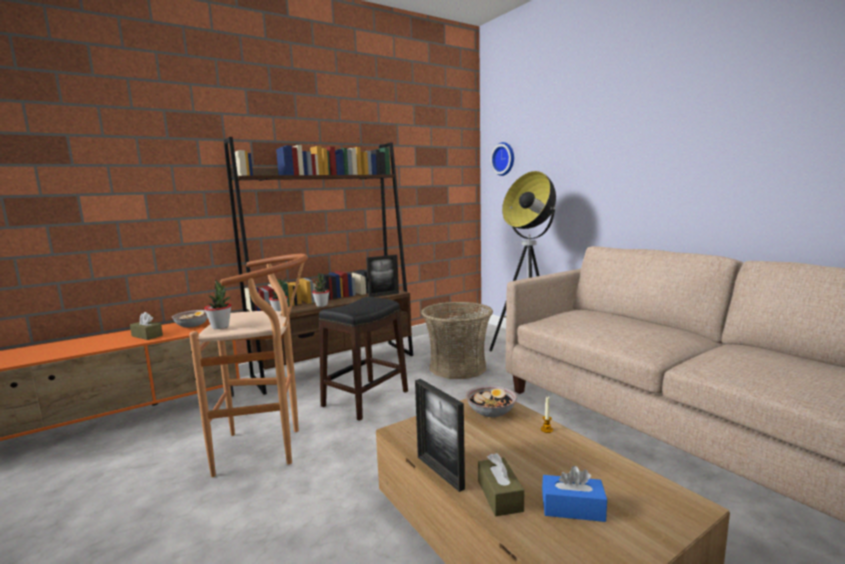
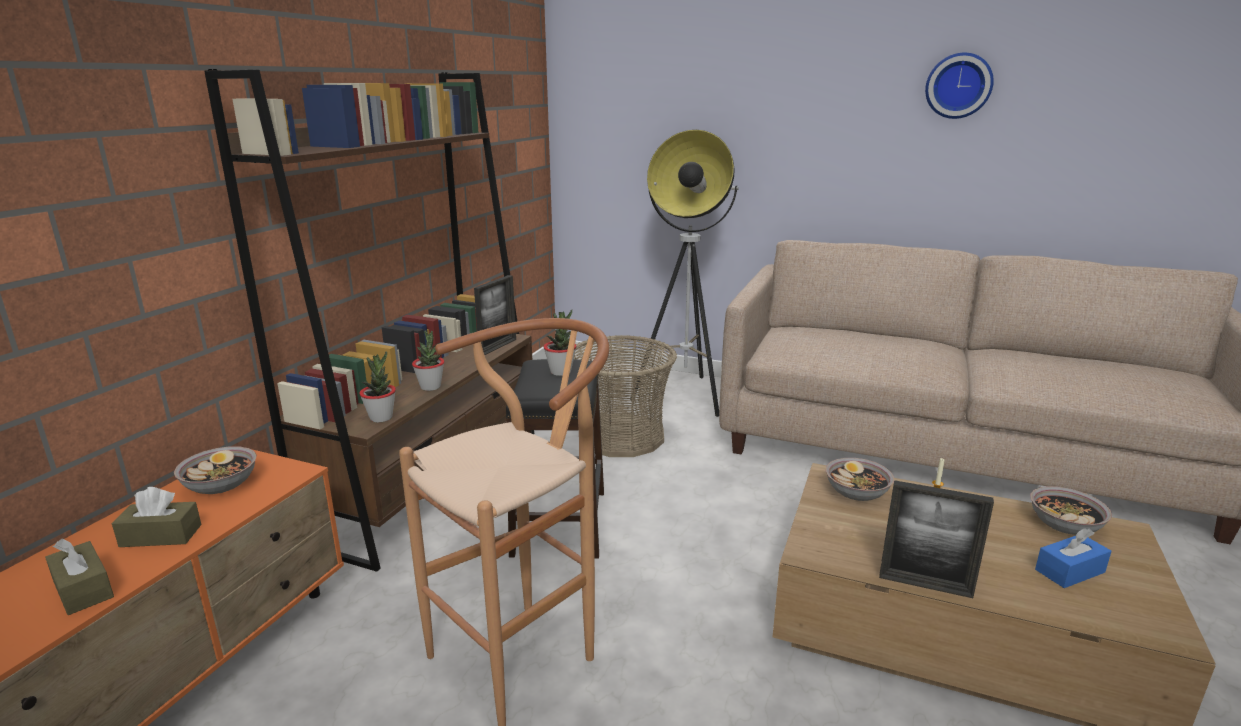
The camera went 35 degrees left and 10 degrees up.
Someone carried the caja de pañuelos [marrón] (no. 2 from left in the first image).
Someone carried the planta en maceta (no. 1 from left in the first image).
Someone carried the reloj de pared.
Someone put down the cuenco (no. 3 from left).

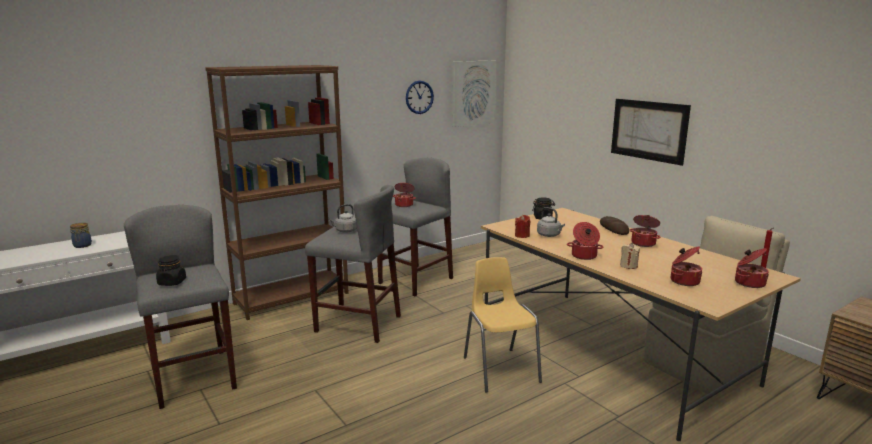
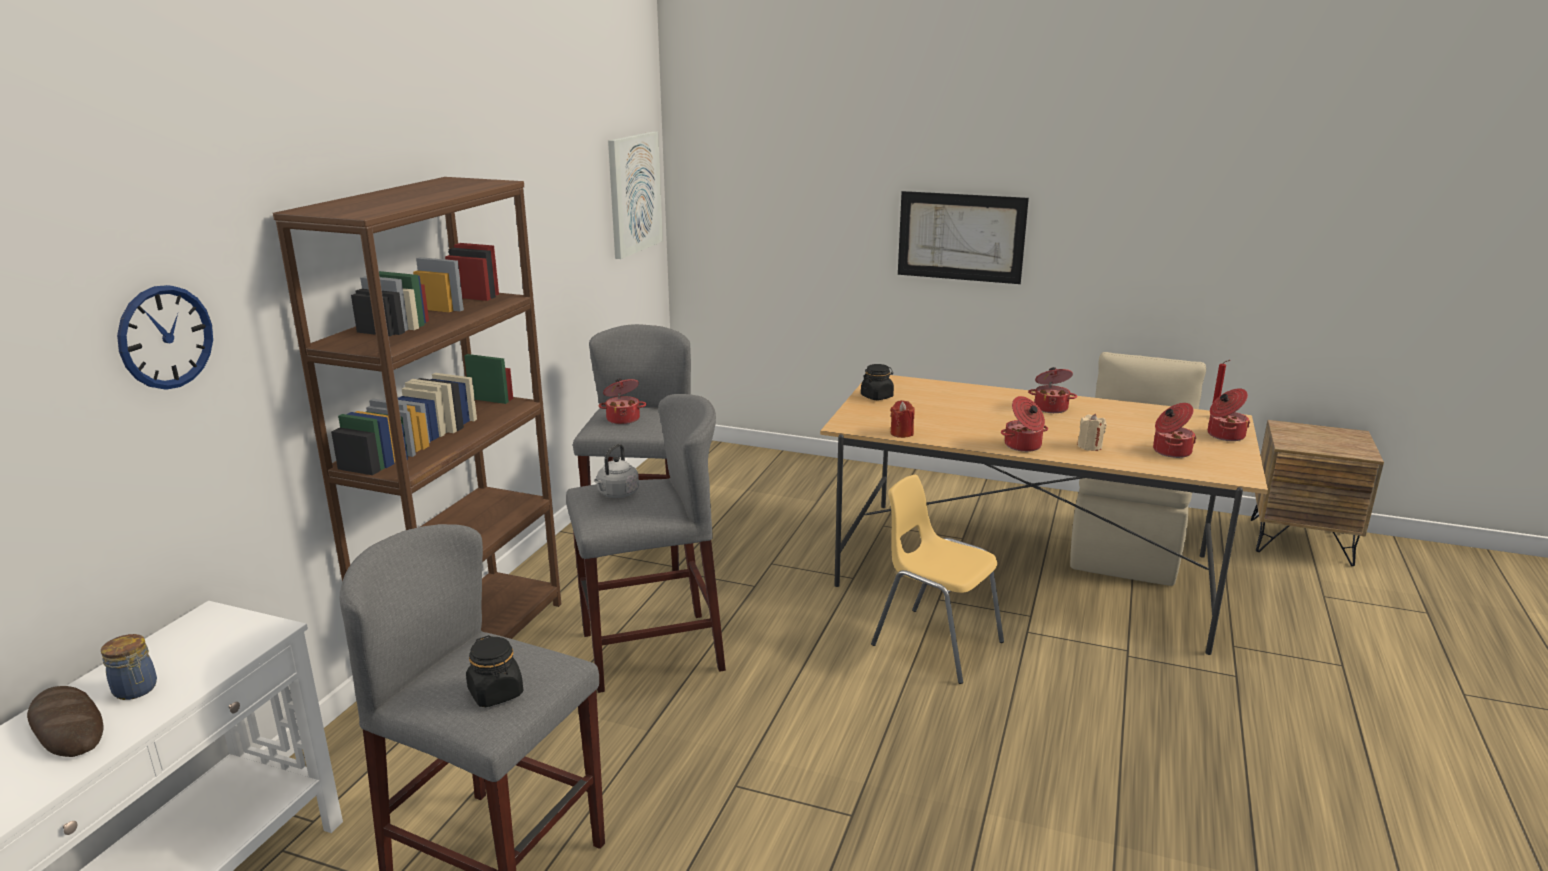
The camera went 35 degrees left and 5 degrees up.
Someone carried the pan.
Someone carried the reloj de pared.
Someone took away the hervidor [gris] (no. 2 from left).

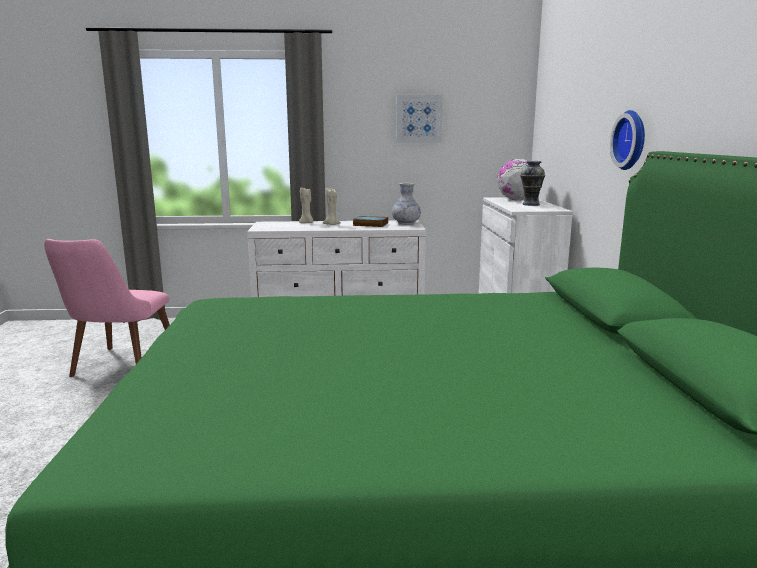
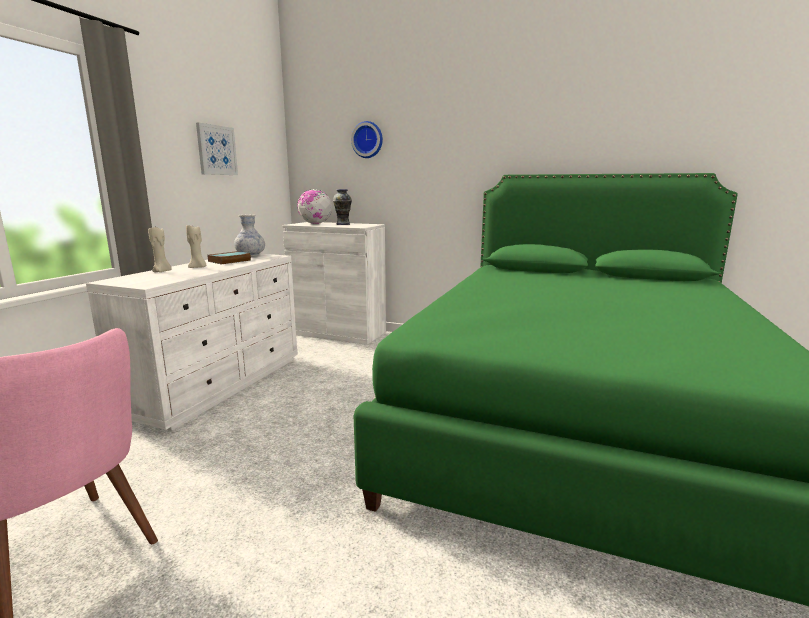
The camera went 65 degrees left and 0 degrees up.
Someone carried the reloj de pared.

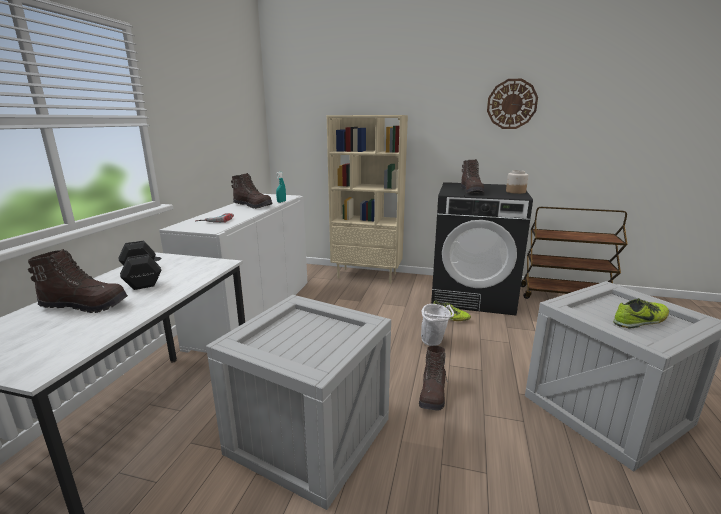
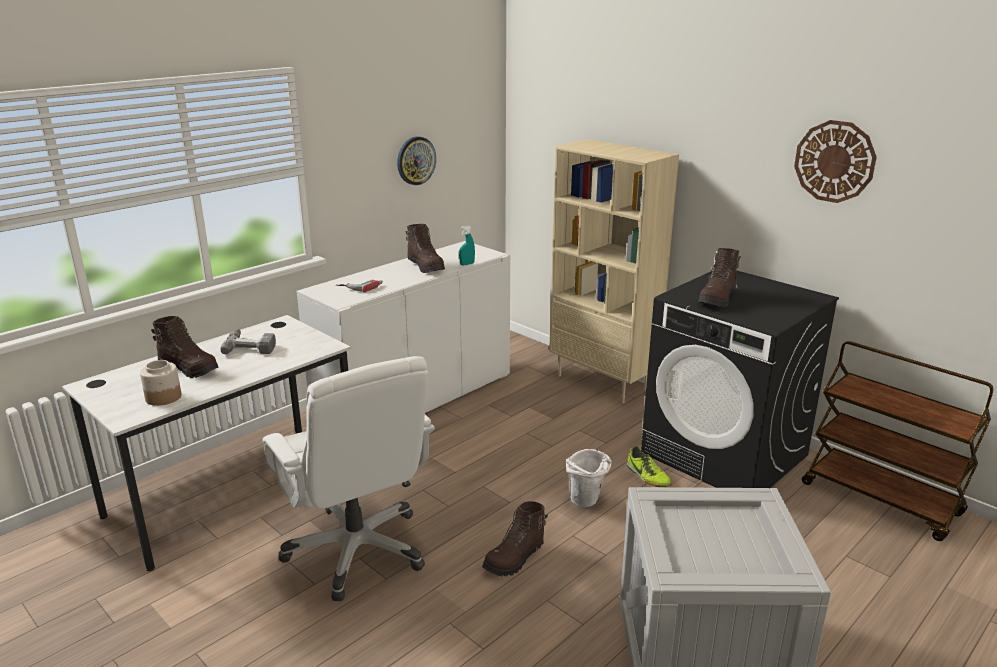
The camera went 30 degrees right and 5 degrees up.
Someone carried the tarro.
Someone swapped the mancuerna [negro] for the taladro (no. 1 from left).
Someone swapped the caja de embalaje (no. 1 from left) for the silla de oficina [blanco].
Someone put up the reloj de pared (no. 1 from left).
Someone took away the zapato (no. 2 from left).

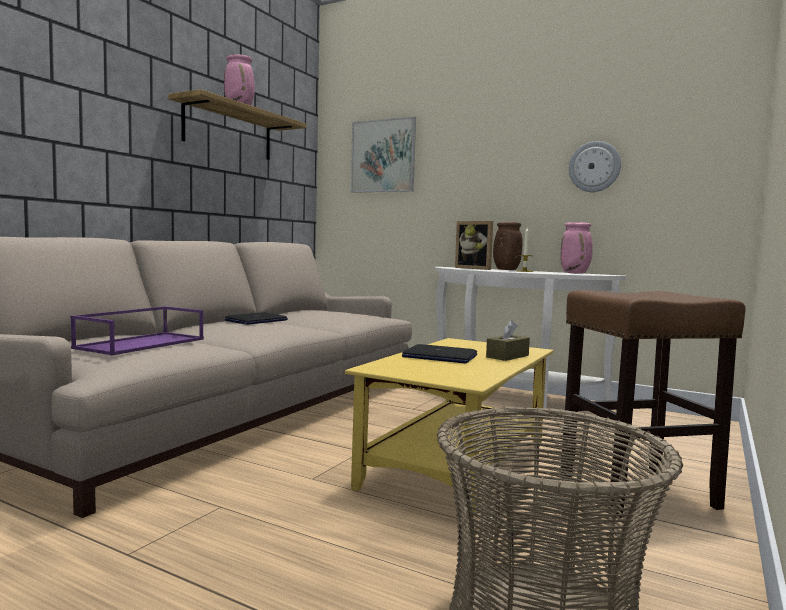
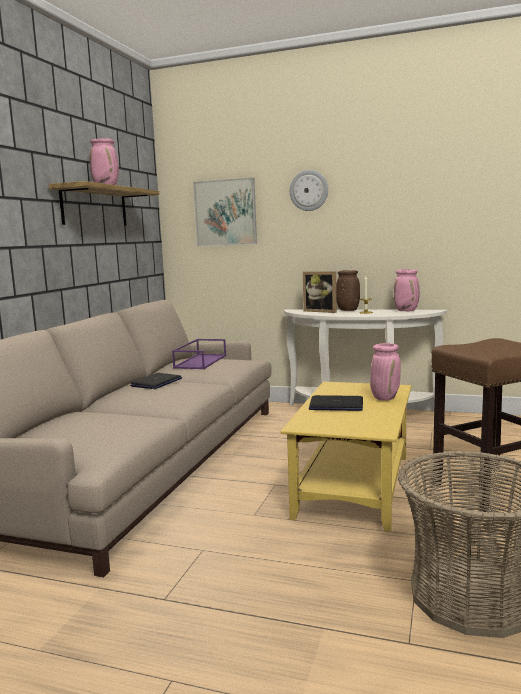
The camera went 10 degrees left and 5 degrees up.
Someone carried the bandeja [morado].
Someone carried the reloj de pared.
Someone swapped the caja de pañuelos [marrón] for the florero [rosa] (no. 2 from left).

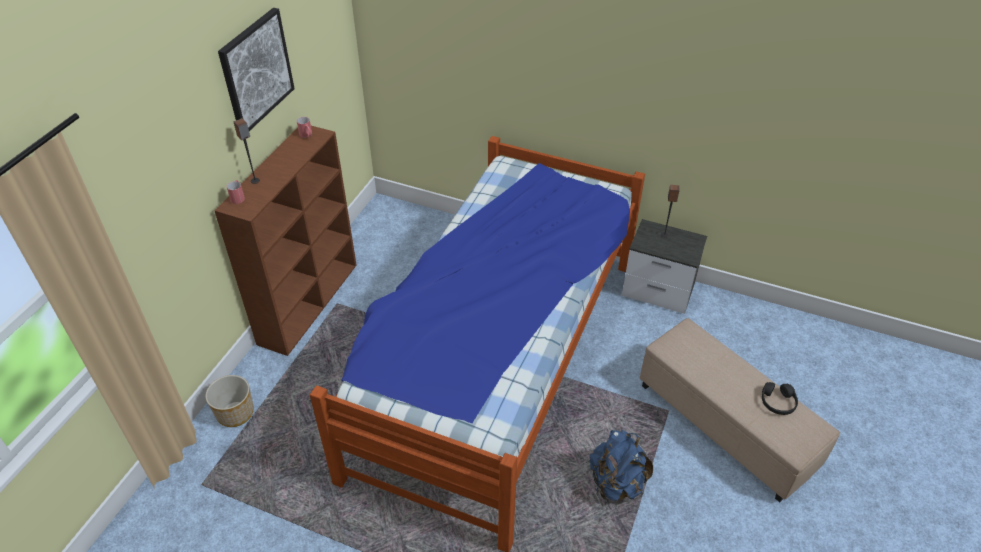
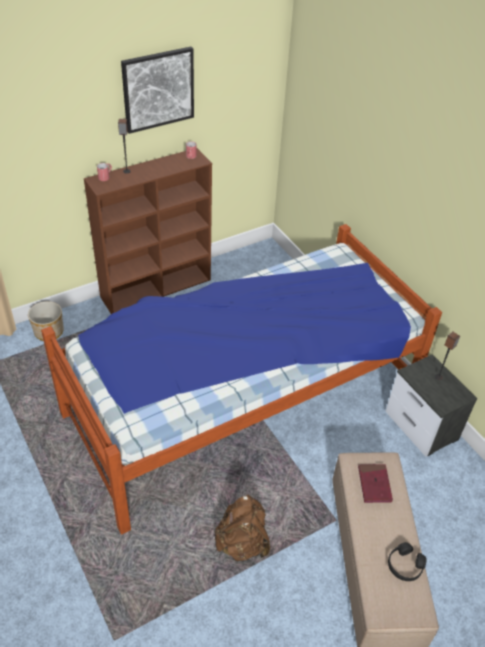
The camera went 35 degrees right and 0 degrees up.
Someone repainted the mochila [azul], which became the mochila [marrón].
Someone put down the libro [rojo].

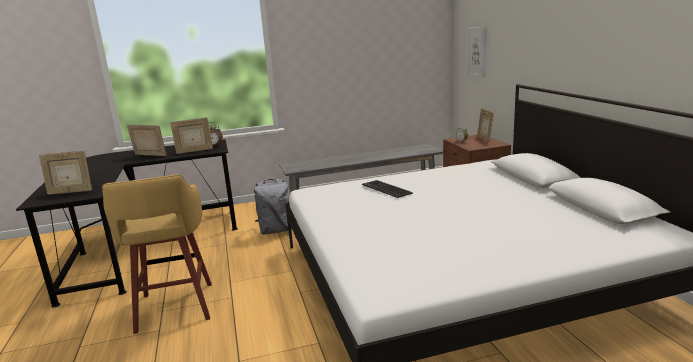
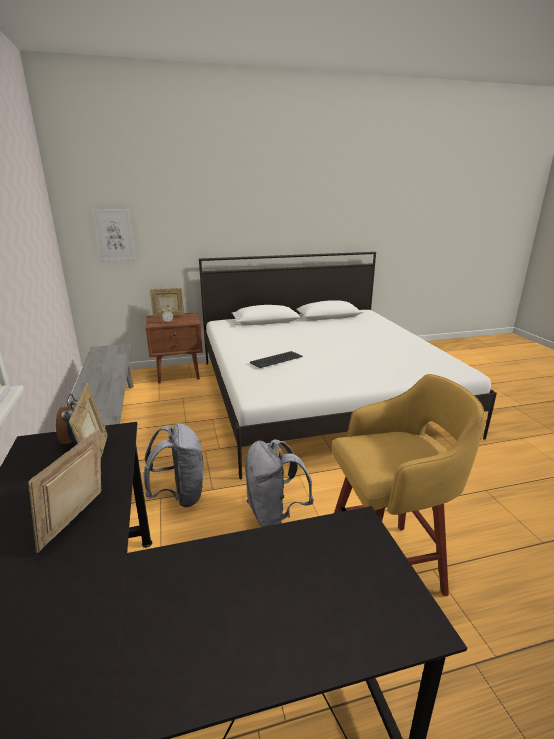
The camera went 90 degrees left and 5 degrees up.
Someone put down the mochila [gris] (no. 2 from left).
Someone took away the portarretratos (no. 1 from left).

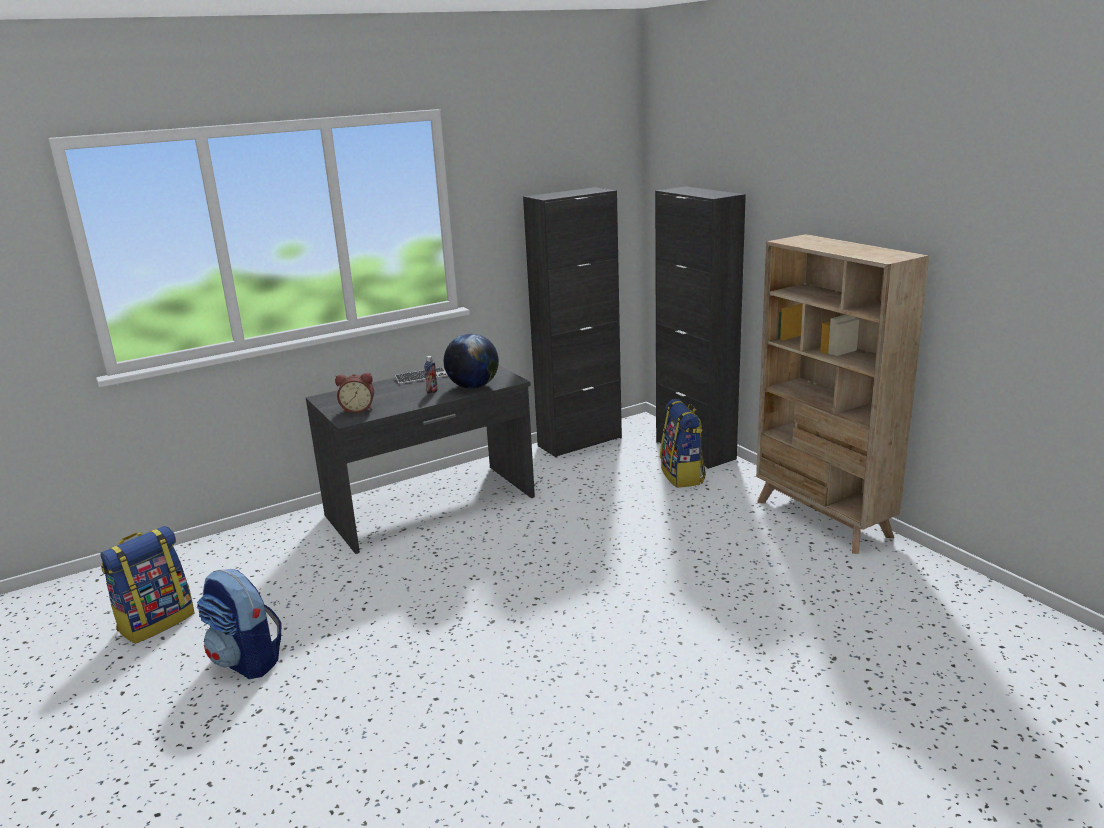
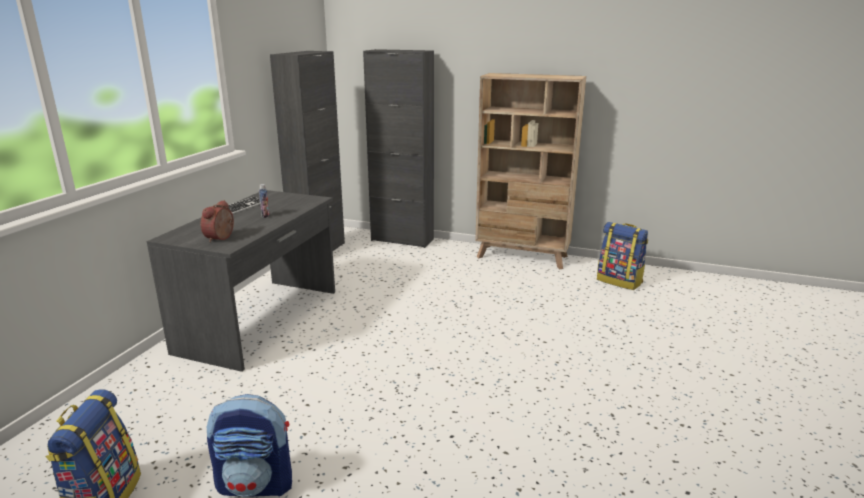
The camera went 40 degrees left and 0 degrees up.
Someone rotated the despertador by 150 degrees clockwise.
Someone carried the mochila (no. 3 from left).
Someone took away the globo terráqueo.

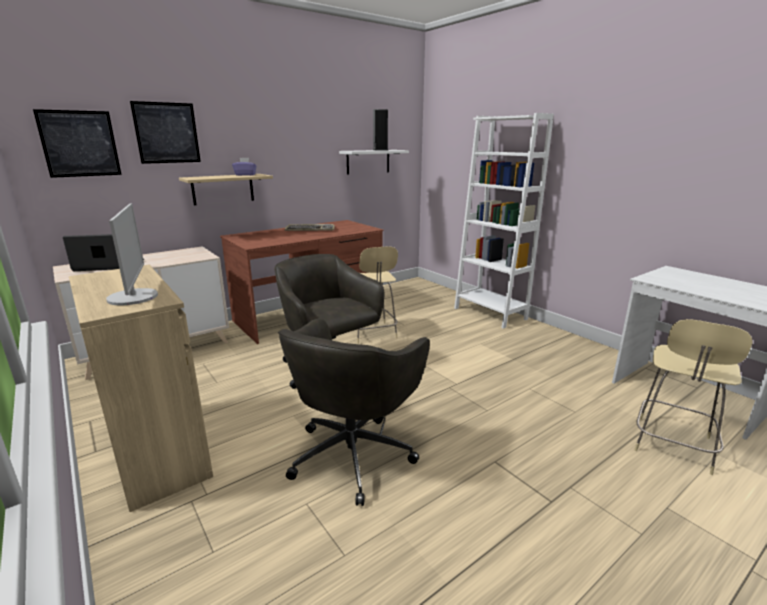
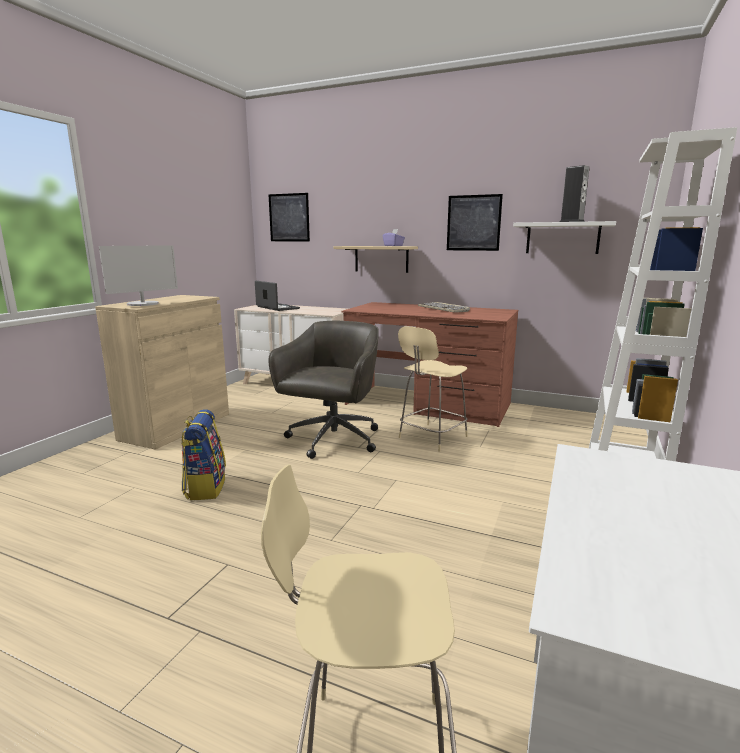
The camera went 60 degrees right and 5 degrees down.
Someone swapped the silla de oficina [gris] (no. 2 from left) for the mochila.
Someone carried the cuadro (no. 2 from left).

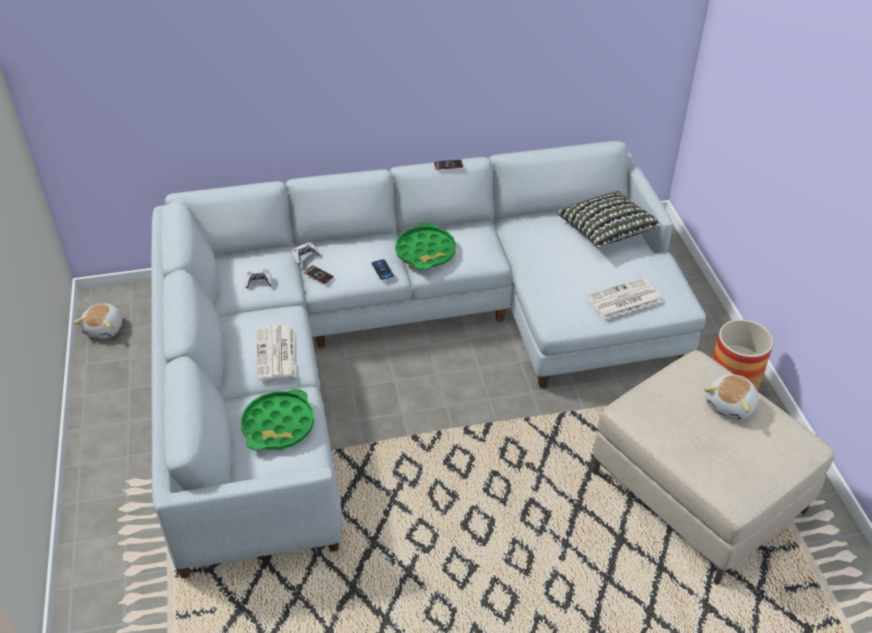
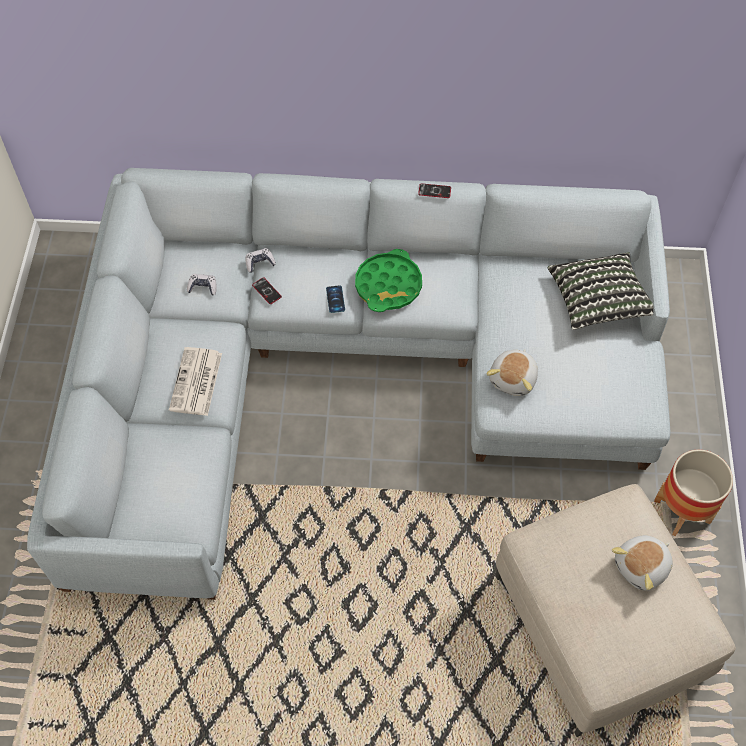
The camera went 15 degrees right and 15 degrees up.
Someone carried the peluche (no. 1 from left).
Someone took away the bandeja [verde] (no. 1 from left).
Someone took away the periódico (no. 2 from left).

